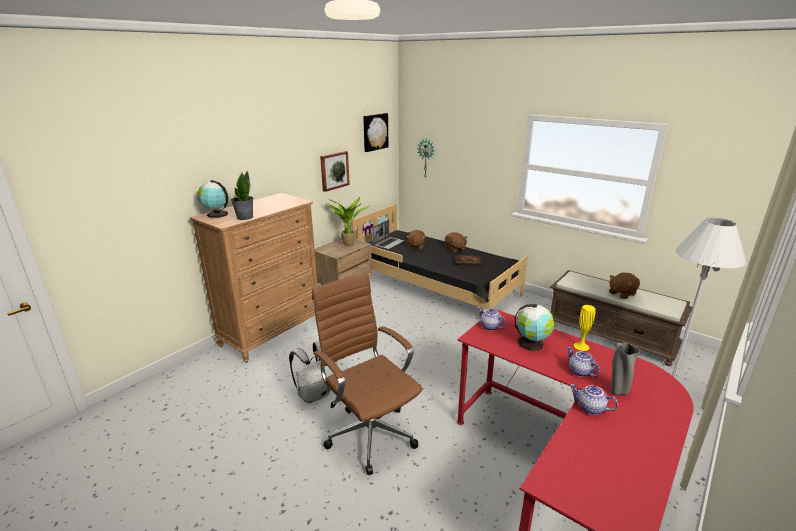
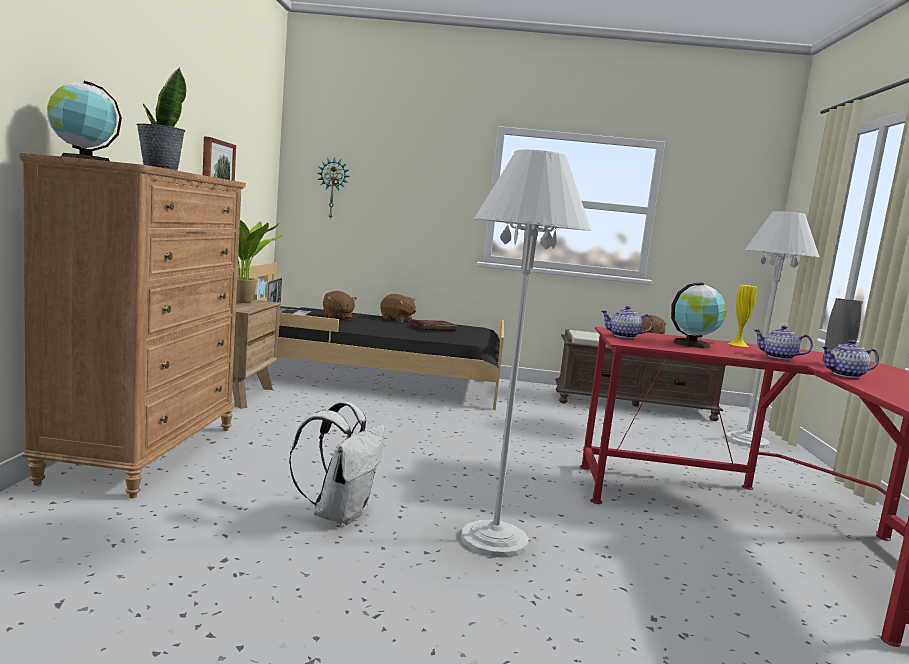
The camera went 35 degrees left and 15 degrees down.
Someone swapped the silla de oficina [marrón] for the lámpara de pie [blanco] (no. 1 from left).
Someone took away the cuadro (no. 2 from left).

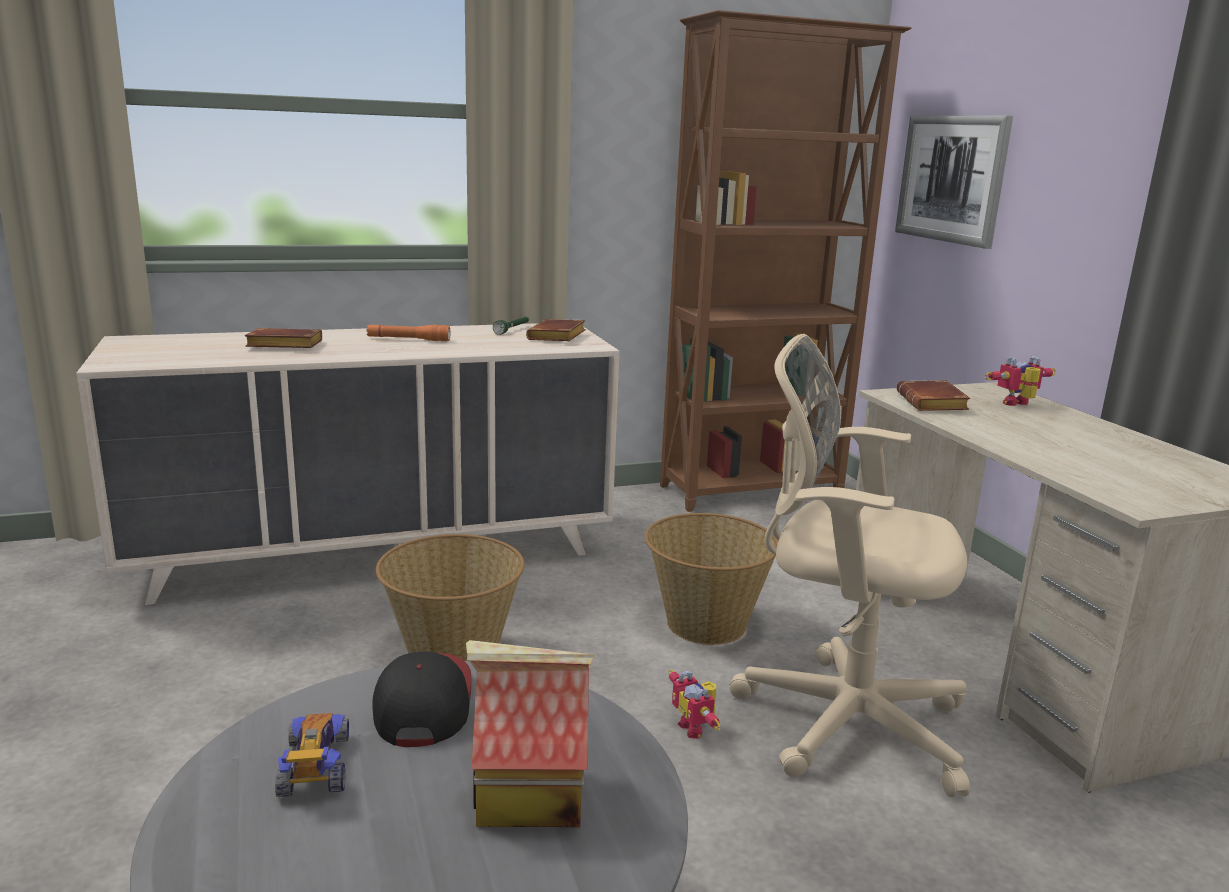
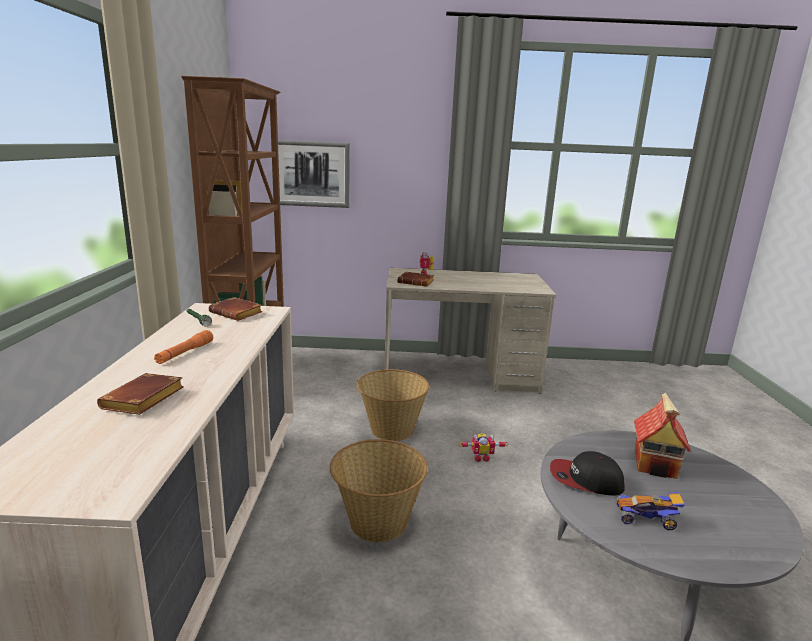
The camera went 70 degrees left and 0 degrees up.
Someone took away the silla de oficina [beis].

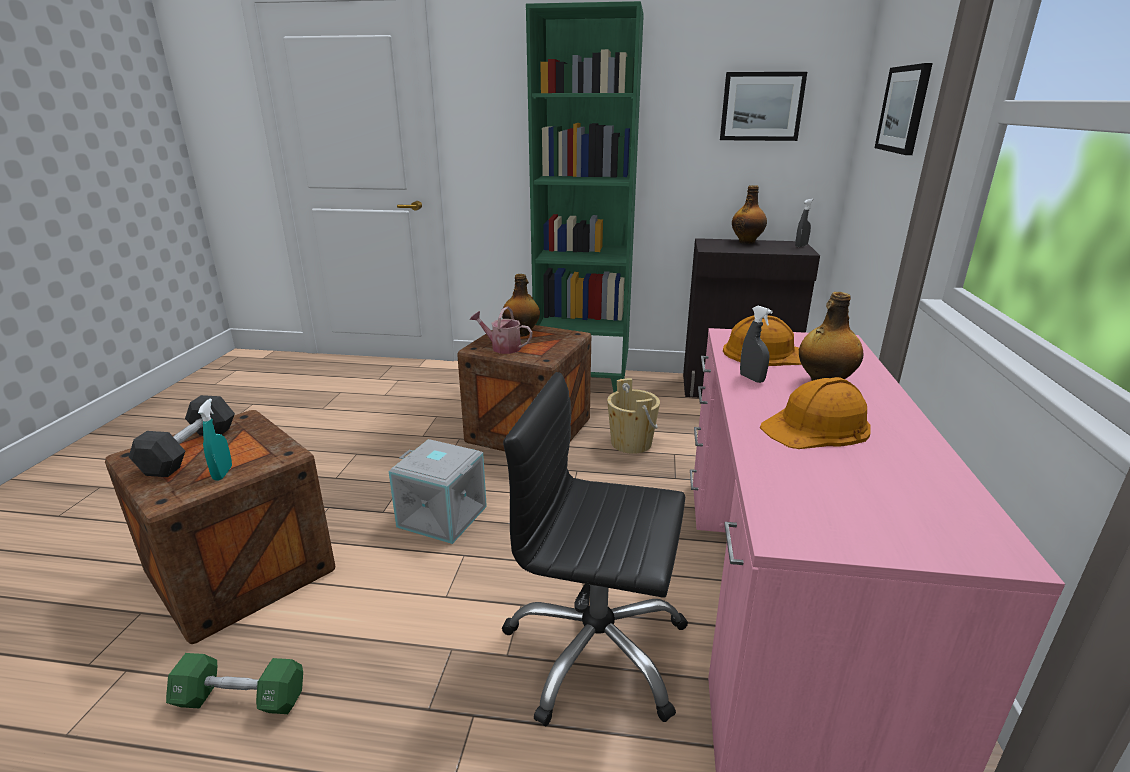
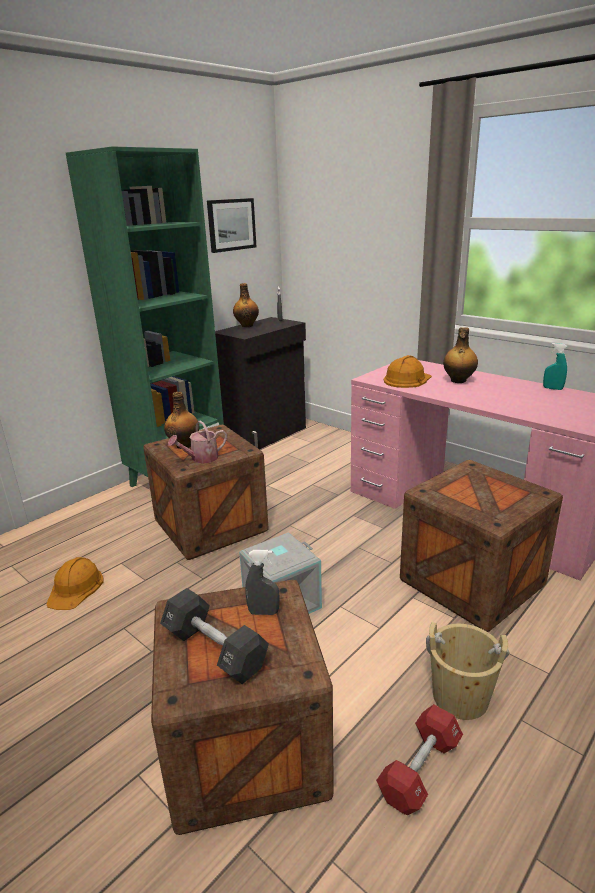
The camera went 55 degrees left and 0 degrees up.
Someone carried the casco [naranja] (no. 2 from left in the first image).
Someone carried the pulverizador [gris] (no. 1 from left).
Someone repainted the mancuerna [verde], which became the mancuerna [rojo].
Someone swapped the silla de oficina [negro] for the caja de embalaje (no. 3 from left).
Someone carried the cubo [beis].
Someone carried the pulverizador [turquesa].
Someone took away the cuadro (no. 2 from left).

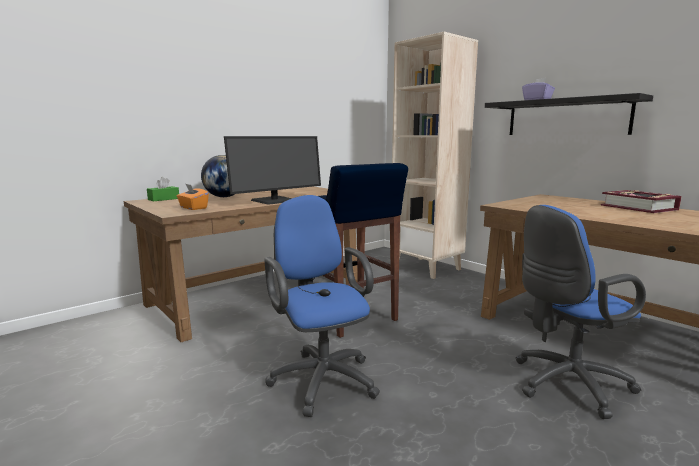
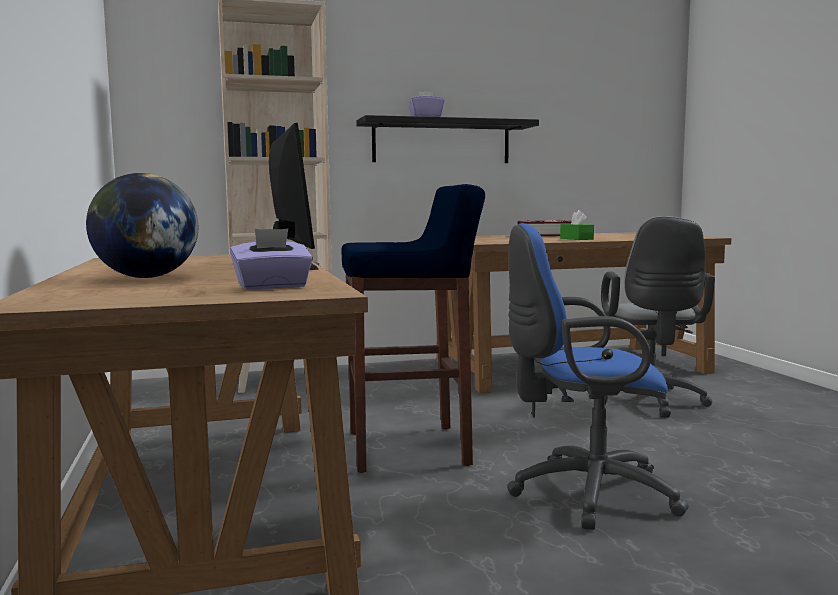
The camera went 65 degrees left and 5 degrees down.
Someone repainted the caja de pañuelos [naranja], which became the caja de pañuelos [morado] (no. 1 from left).
Someone carried the caja de pañuelos [verde].
Someone repainted the silla de oficina [azul] (no. 2 from left), which became the silla de oficina [gris].

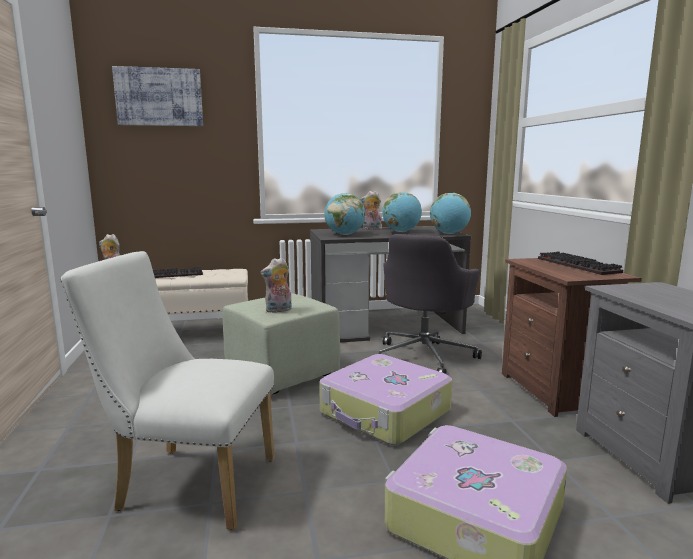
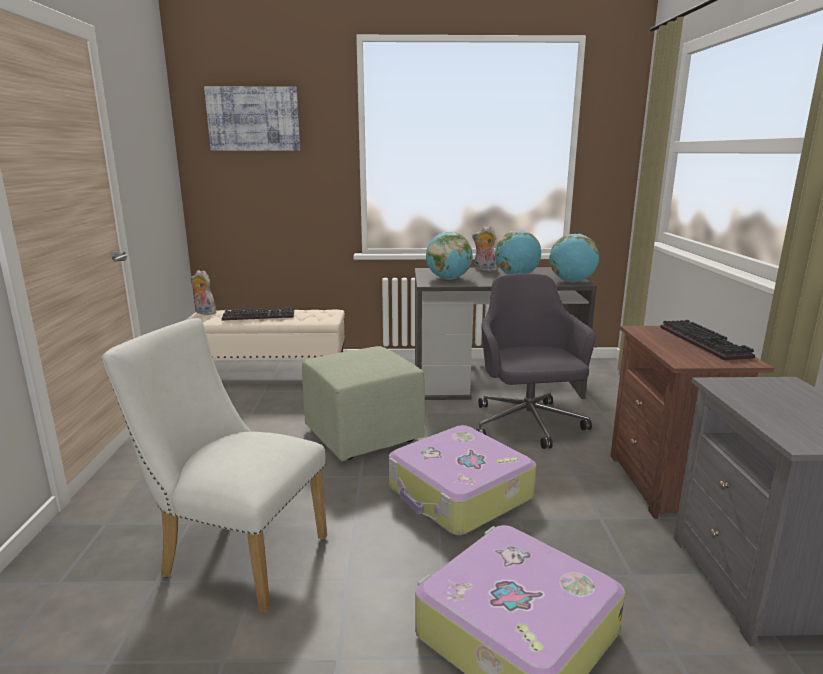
The camera went 10 degrees right and 5 degrees up.
Someone rotated the silla de oficina [gris] by 135 degrees clockwise.
Someone took away the peluche (no. 2 from left).

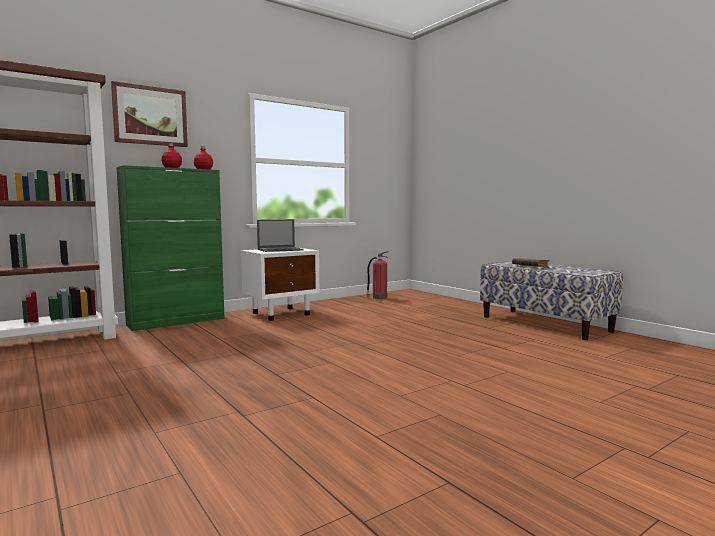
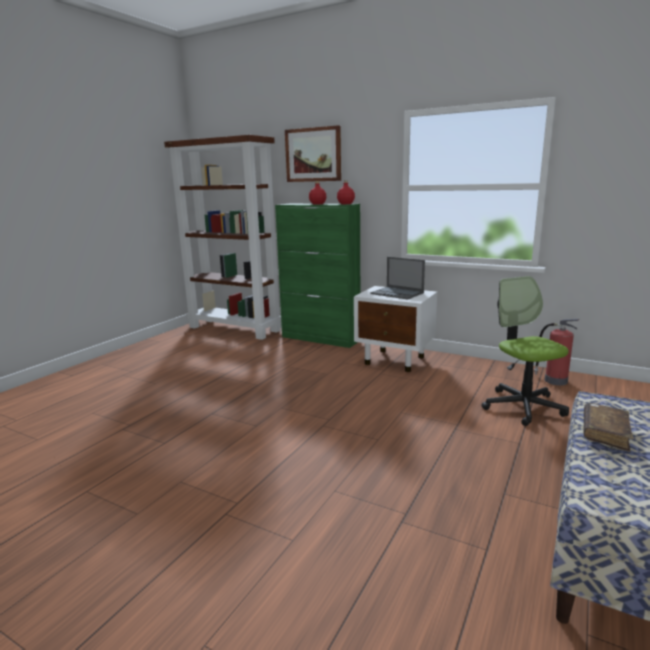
The camera went 65 degrees right and 10 degrees up.
Someone put down the silla de oficina.

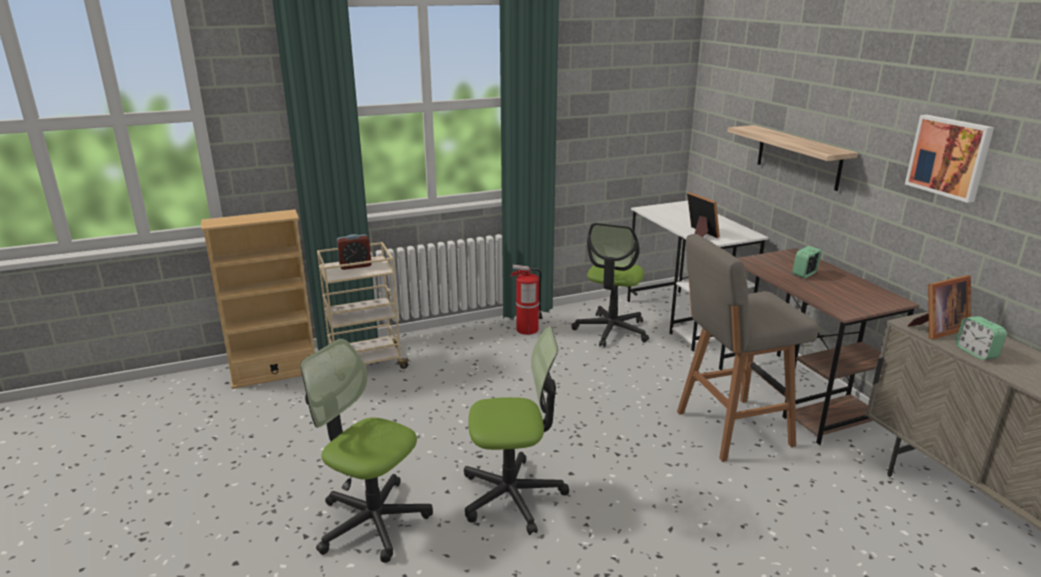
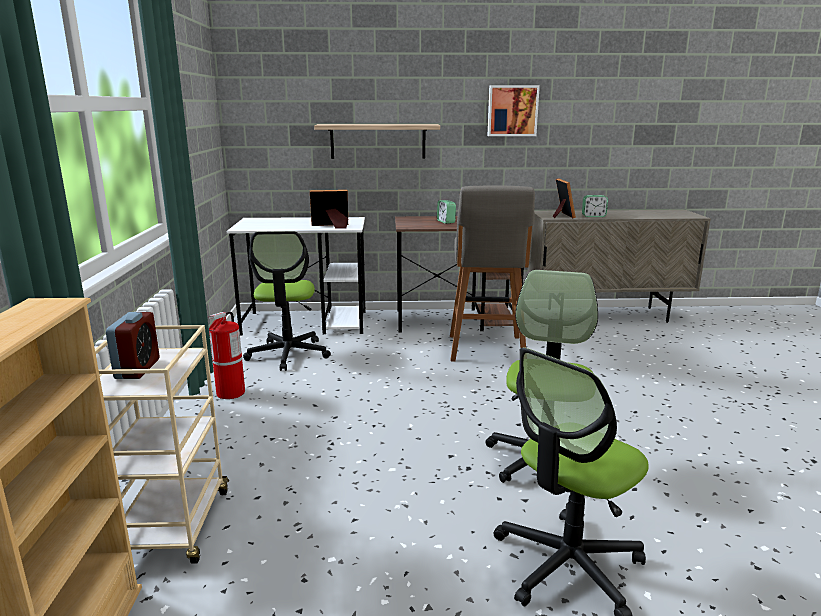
The camera went 70 degrees left and 5 degrees down.
Someone rotated the silla de oficina (no. 3 from left in the first image) by 45 degrees clockwise.

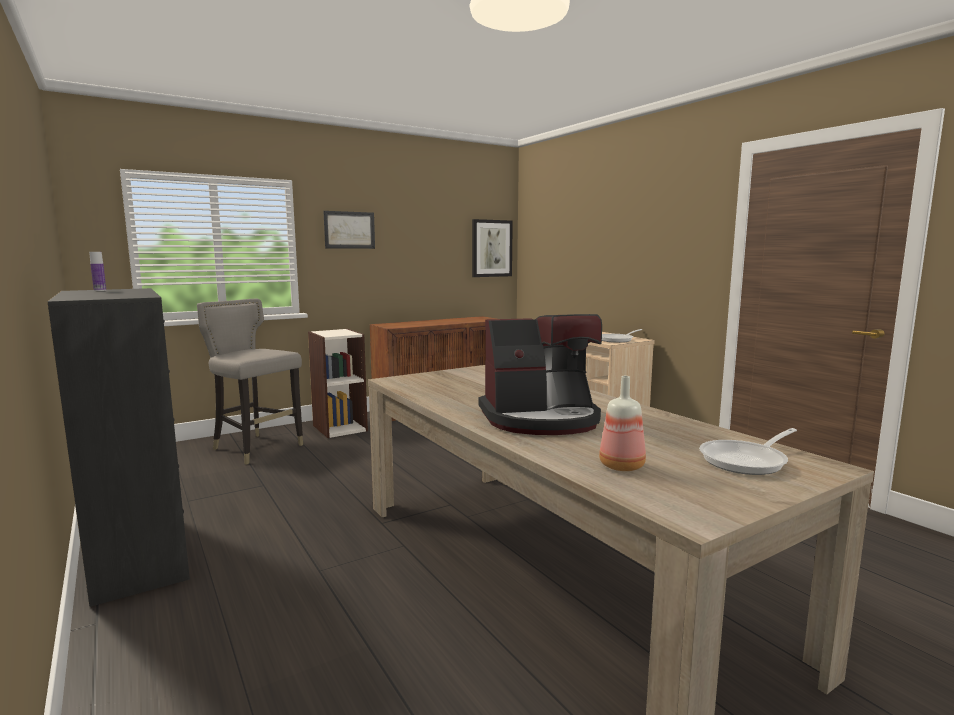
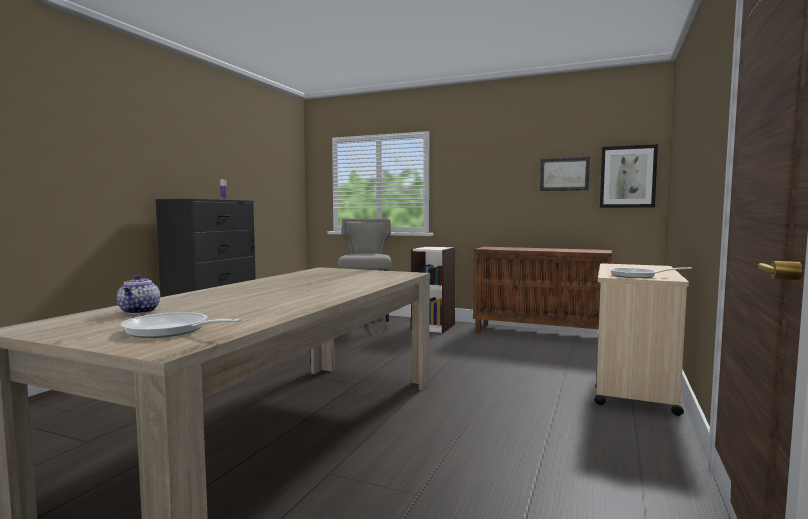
The camera went 55 degrees right and 5 degrees down.
Someone swapped the botella (no. 2 from left) for the tetera.
Someone carried the cuadro (no. 1 from left).
Someone took away the cafetera.

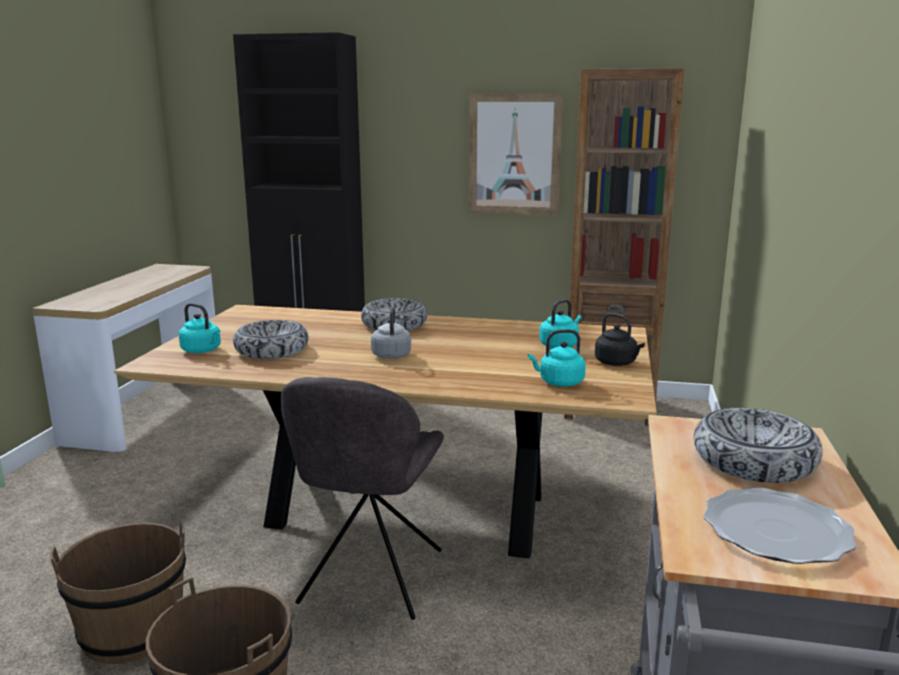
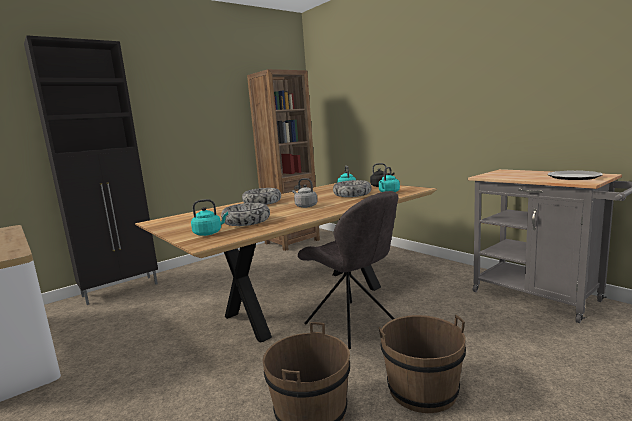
The camera went 50 degrees left and 5 degrees down.
Someone carried the cuenco (no. 3 from left).
Someone took away the cuadro.

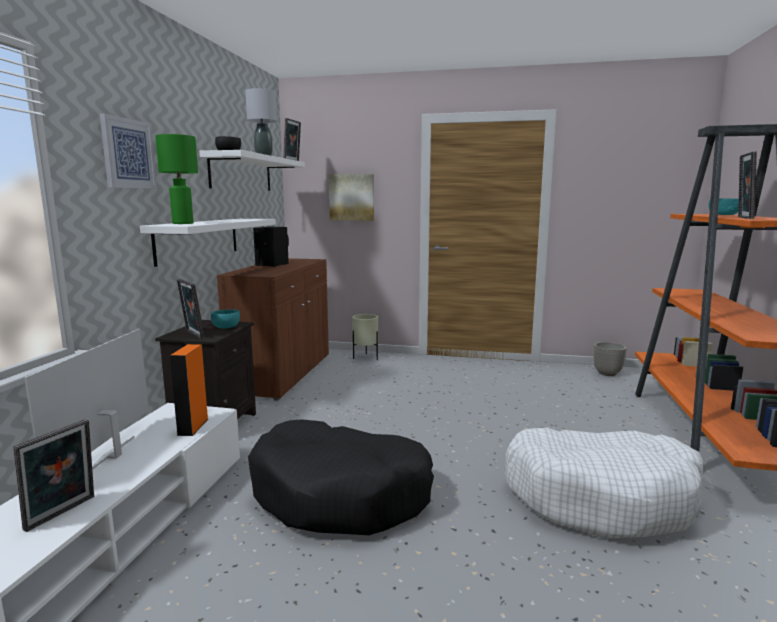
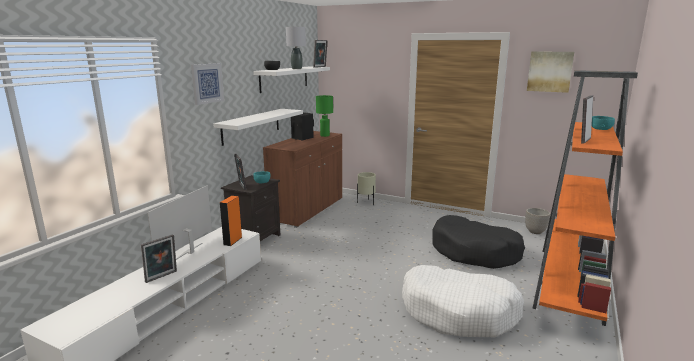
The camera went 15 degrees right and 5 degrees up.
Someone carried the lámpara de mesa [verde].
Someone carried the cama para perro [negro].
Someone carried the cuadro (no. 2 from left).

